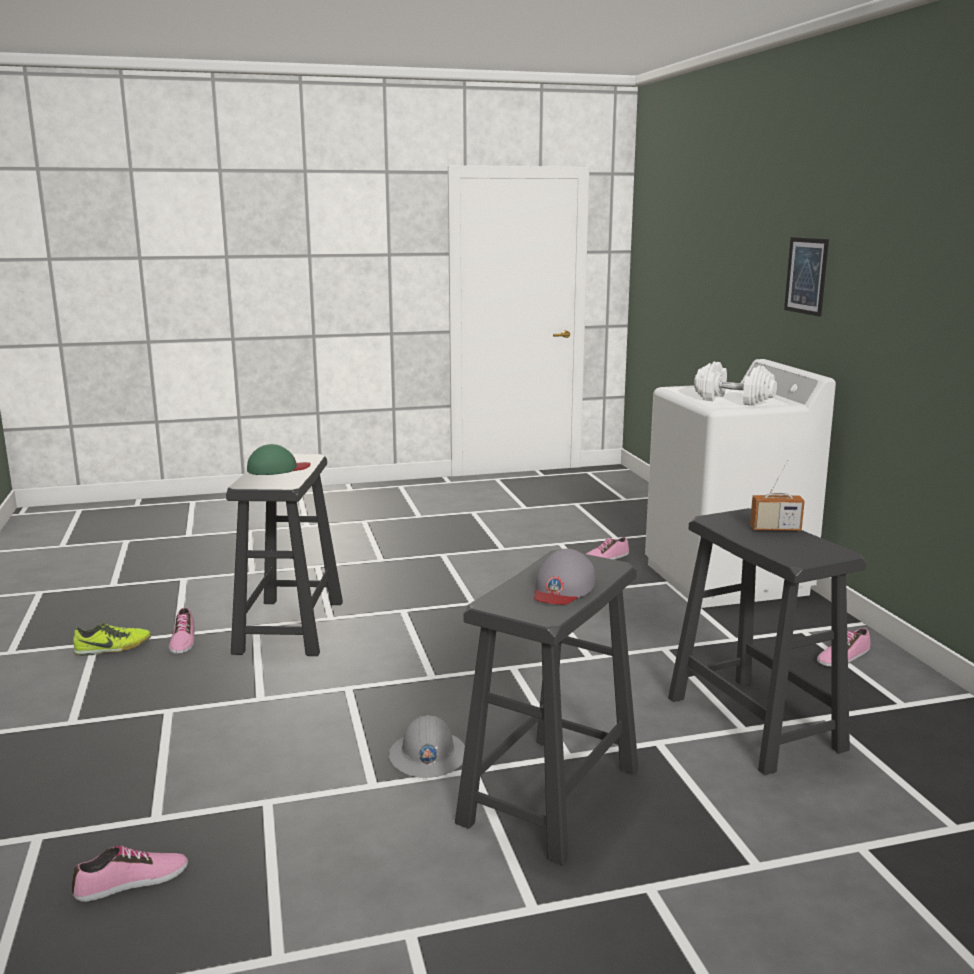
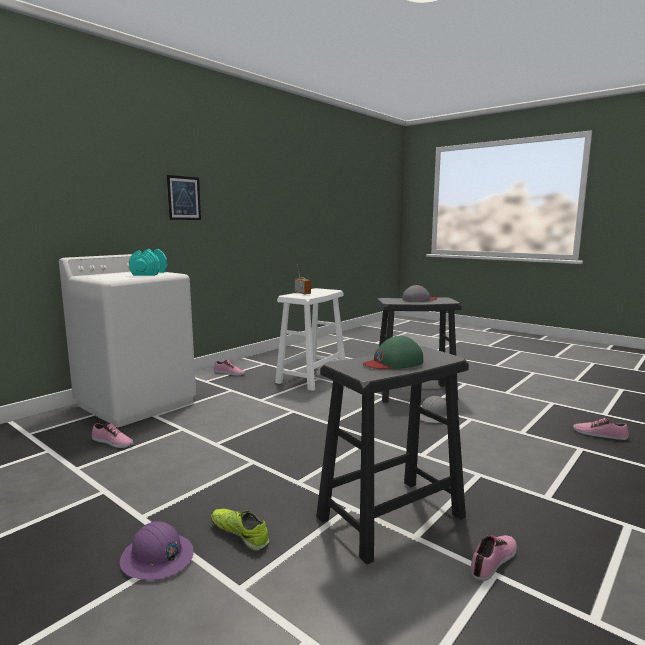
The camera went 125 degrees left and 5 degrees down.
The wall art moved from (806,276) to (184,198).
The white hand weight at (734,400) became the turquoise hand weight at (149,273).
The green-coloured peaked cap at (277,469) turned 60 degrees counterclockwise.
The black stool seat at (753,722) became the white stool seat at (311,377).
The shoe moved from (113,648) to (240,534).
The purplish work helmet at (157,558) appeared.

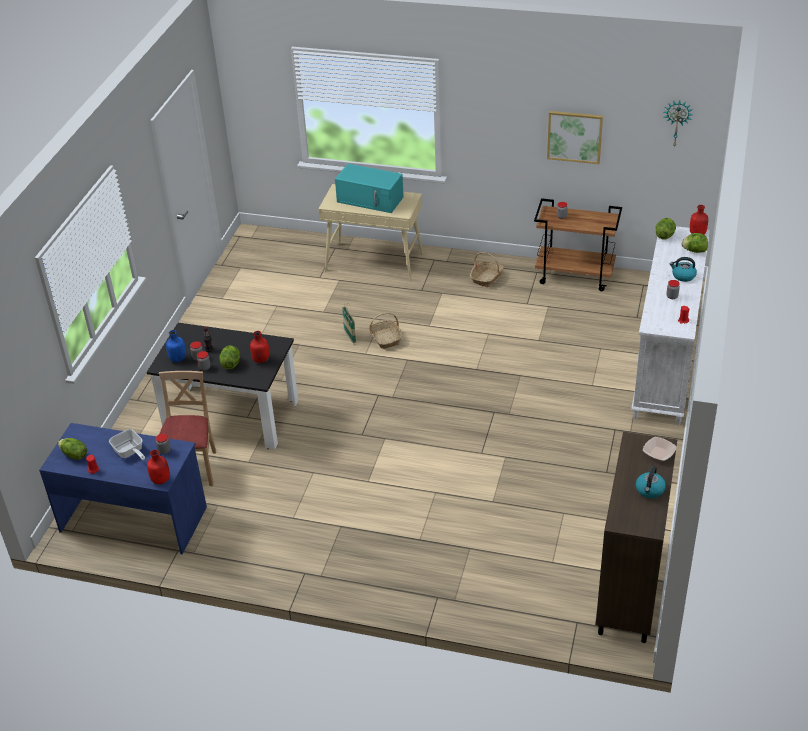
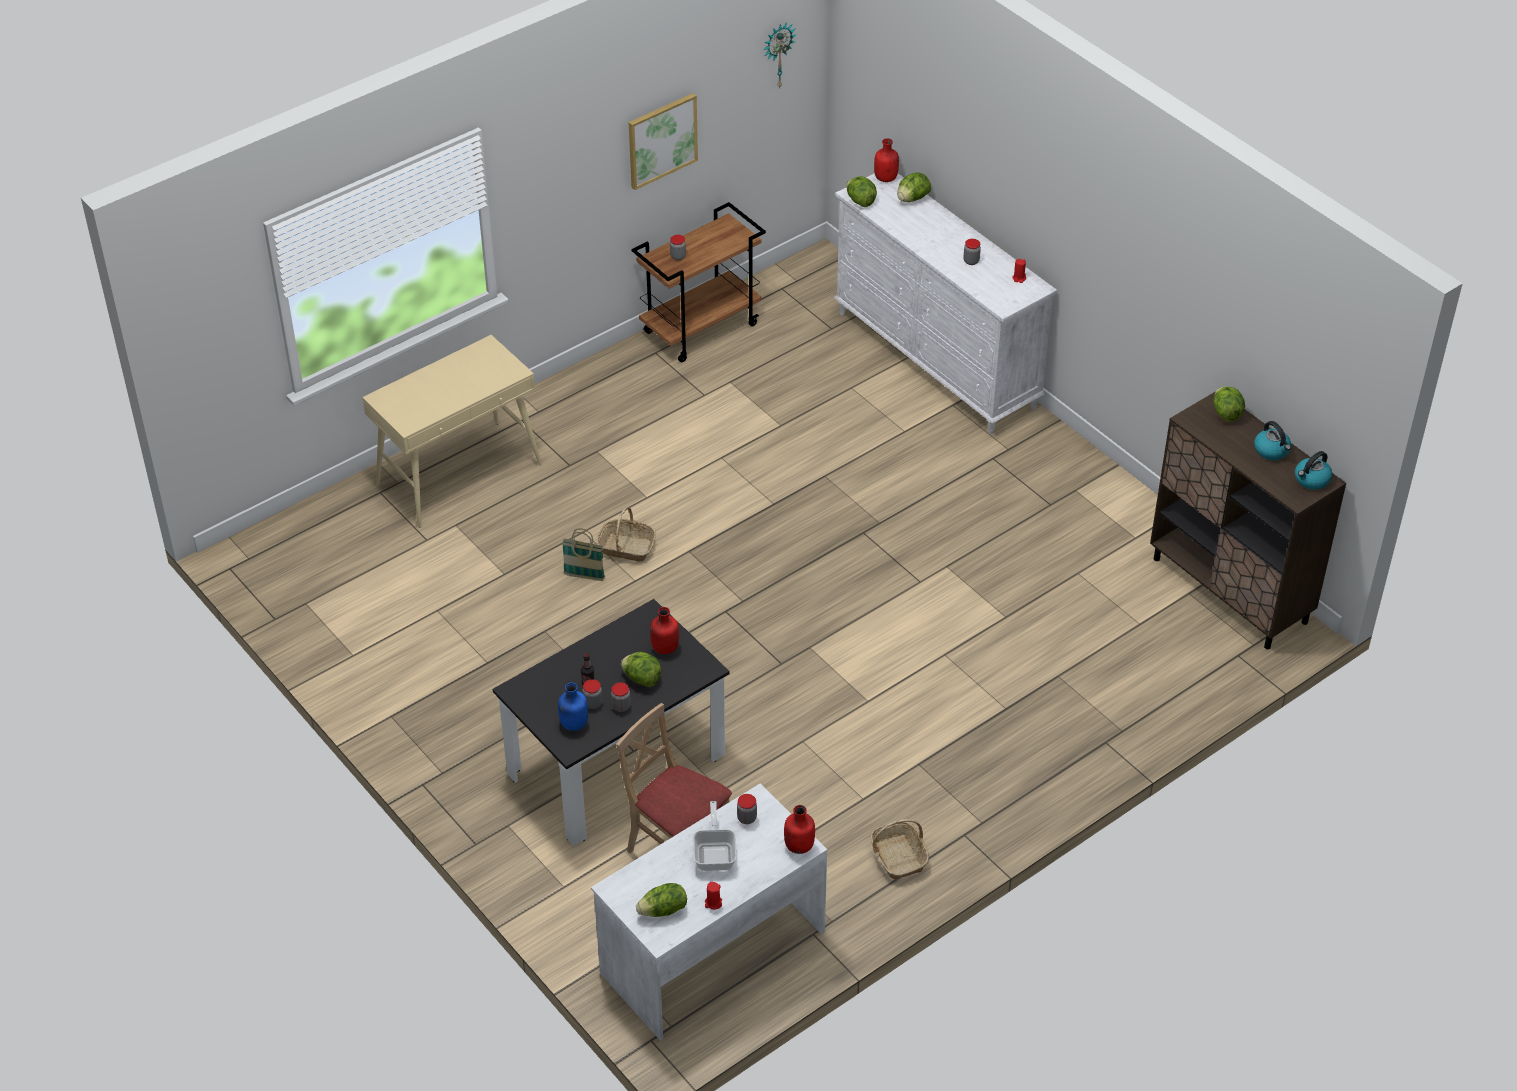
The camera went 55 degrees left and 5 degrees up.
The turquoise kitchen microwave at (371,199) disappeared.
The household basket moved from (487,278) to (898,856).
The kettle moved from (683,276) to (1311,480).
The blue desk unit at (134,518) became the white desk unit at (711,951).
The frying pan at (129,452) turned 90 degrees counterclockwise.
The deep dish at (658,453) was replaced by the lettuce at (1226,413).

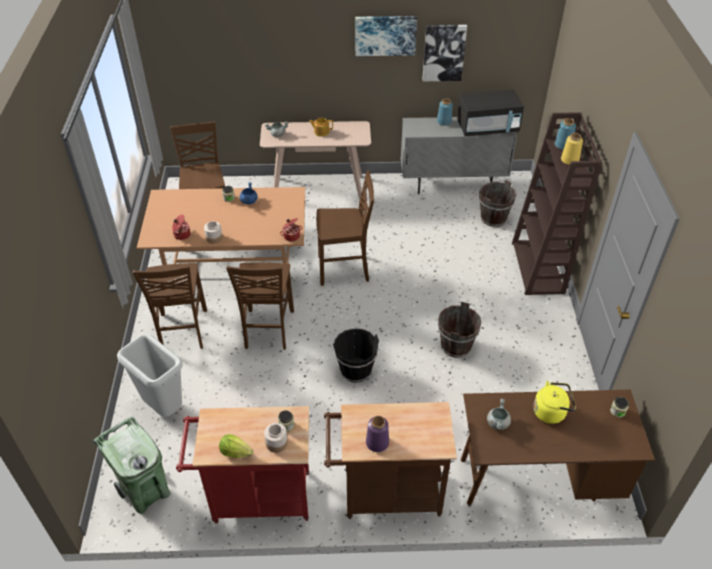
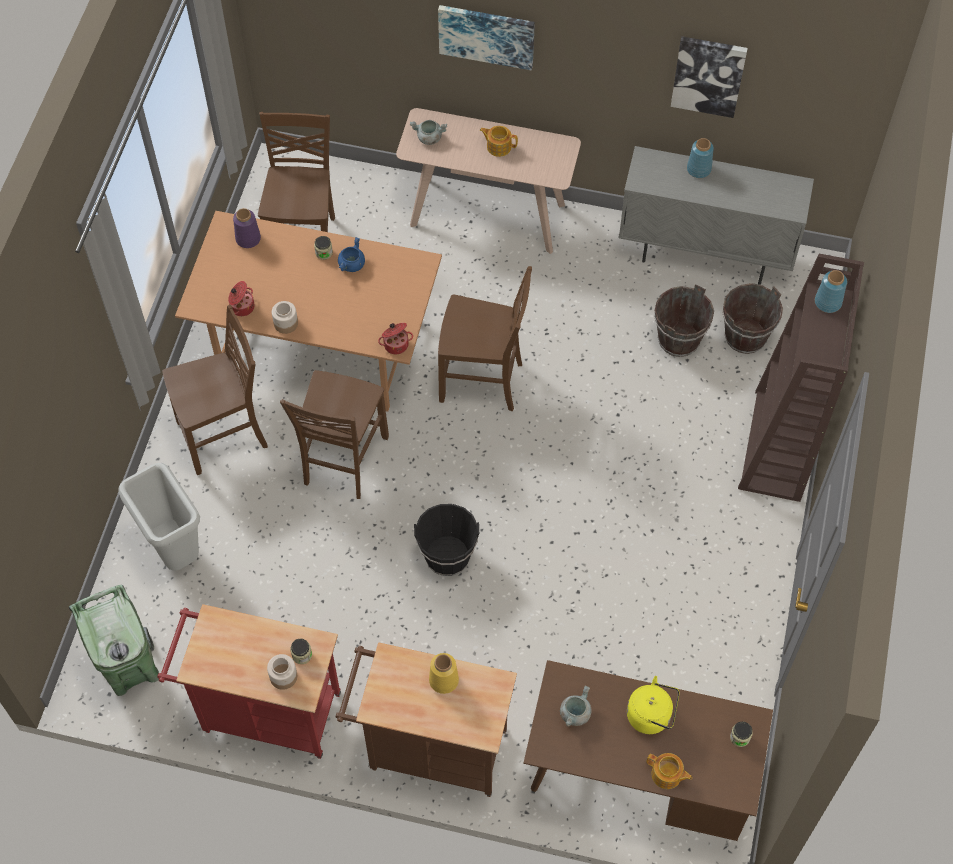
The camera went 15 degrees right and 15 degrees up.
The wall art moved from (385,35) to (486,35).
The black kitchen microwave at (487,128) disappeared.
The yellow decorative vase moved from (570,160) to (444,680).
The brown-coloured chair at (182,332) turned 120 degrees counterclockwise.
The brown-coloured pail moved from (455,346) to (678,339).
The purplish decorative vase moved from (377,442) to (247,238).
The lettuce at (235,452) disappeared.
The tea pot at (667,775) appeared.

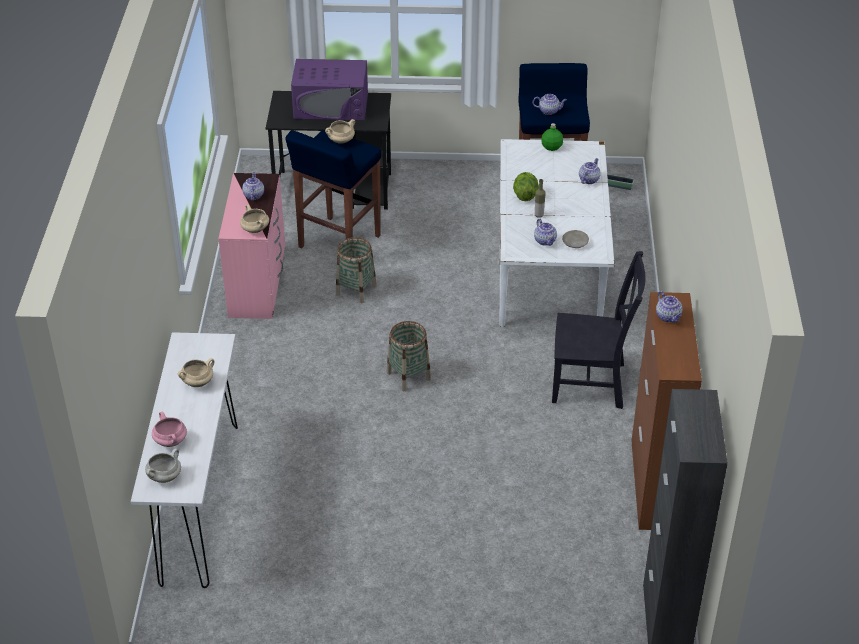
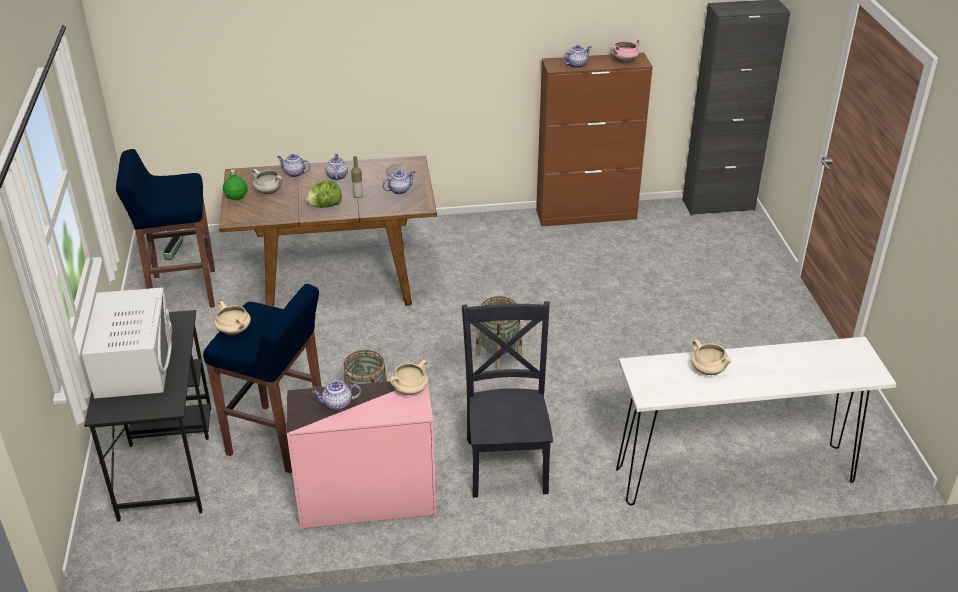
The camera went 100 degrees left and 5 degrees down.
The purplish kitchen microwave at (331,106) became the white kitchen microwave at (134,362).
The tea pot moved from (549,111) to (337,176).
The white kitchen table at (548,281) became the brown-coloured kitchen table at (336,281).
The black chair moved from (592,384) to (507,462).
The pinkish cooking pot moved from (171,441) to (624,61).
The white cooking pot moved from (165,476) to (268,192).

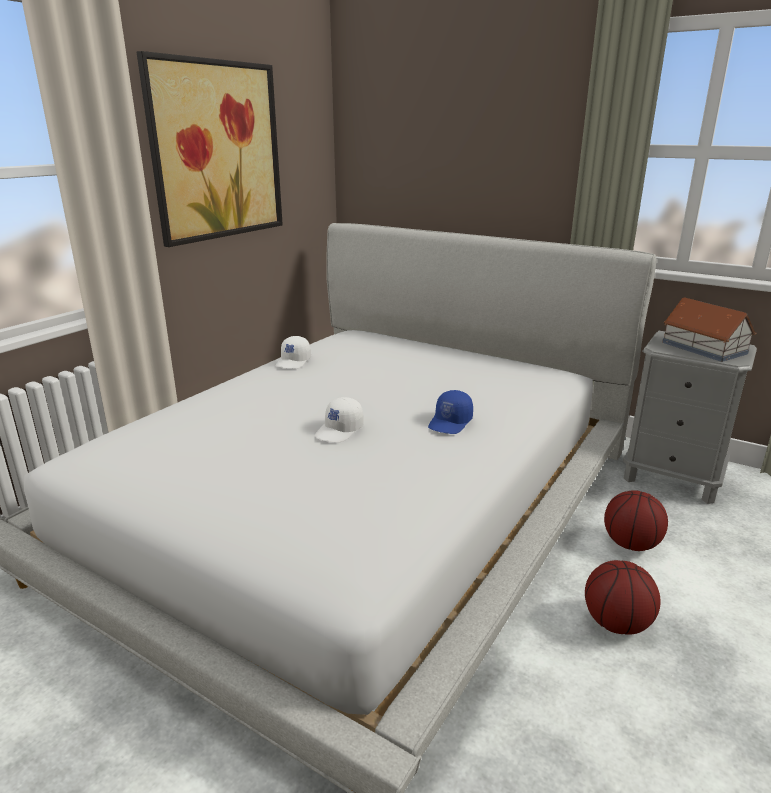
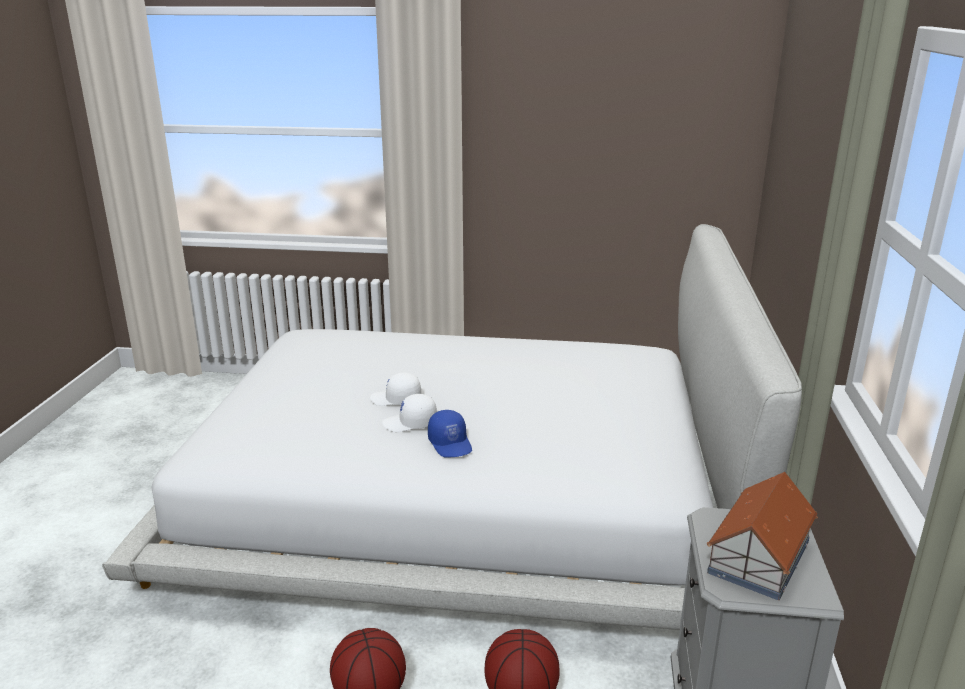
The camera went 65 degrees right and 0 degrees up.
The wall art at (217,151) disappeared.
The white peaked cap moved from (293,362) to (410,423).
The blue peaked cap at (451,423) turned 120 degrees counterclockwise.

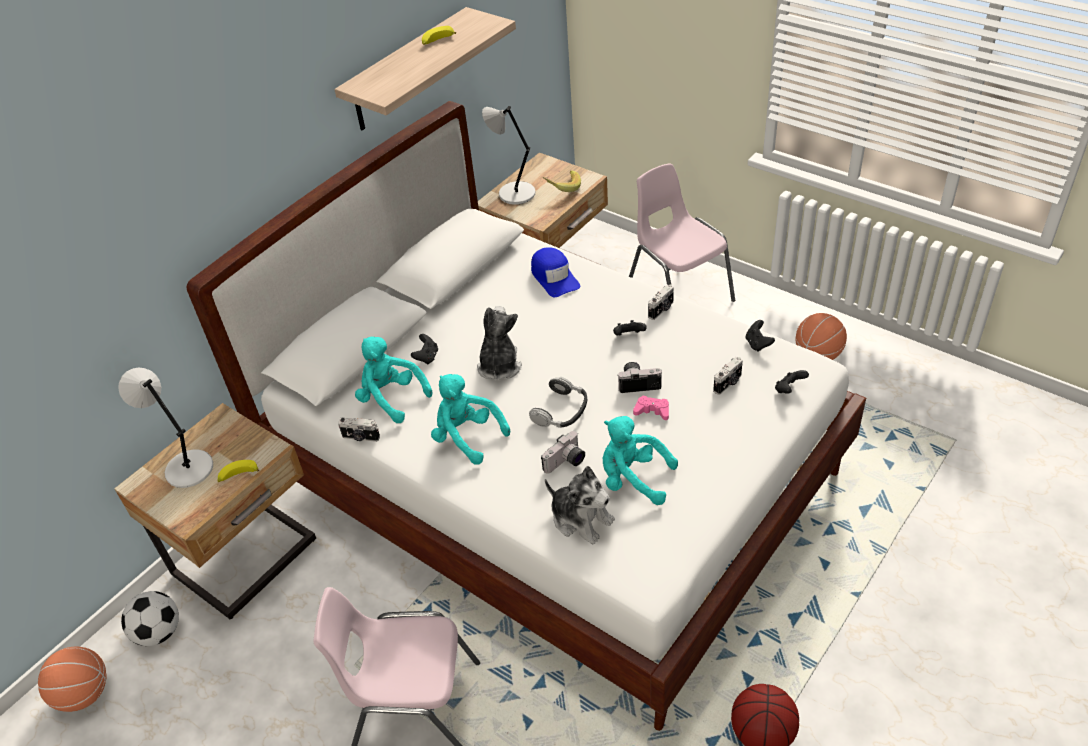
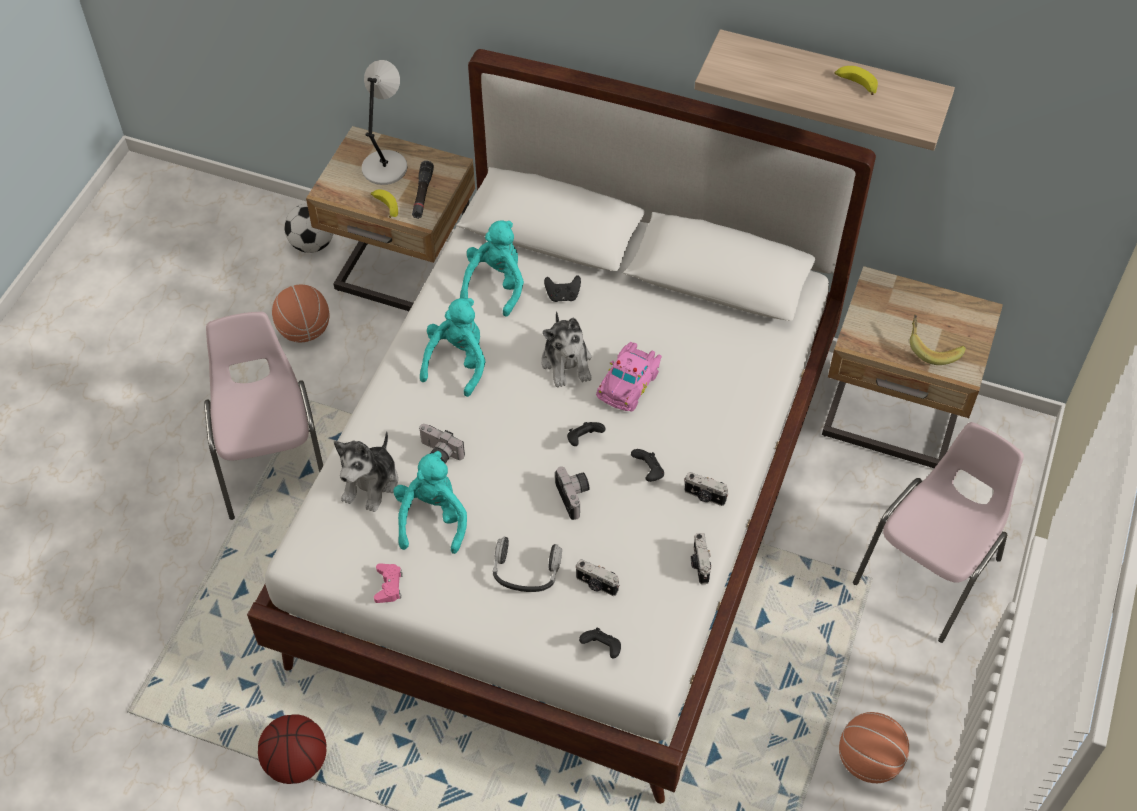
The camera went 70 degrees right and 10 degrees up.
The greyish table lamp at (514,194) disappeared.
The blue peaked cap at (554,277) disappeared.
The plush toy at (499,366) turned 90 degrees clockwise.
The black game controller moved from (758,344) to (584,439).
The pair of headphones moved from (561,410) to (526,571).
The pinkish game controller moved from (652,411) to (388,585).
The photo camera moved from (360,437) to (699,565).
The basketball ball moved from (84,693) to (304,330).
The black flashlight at (422,194) appeared.
The pinkish miniature car at (629,383) appeared.

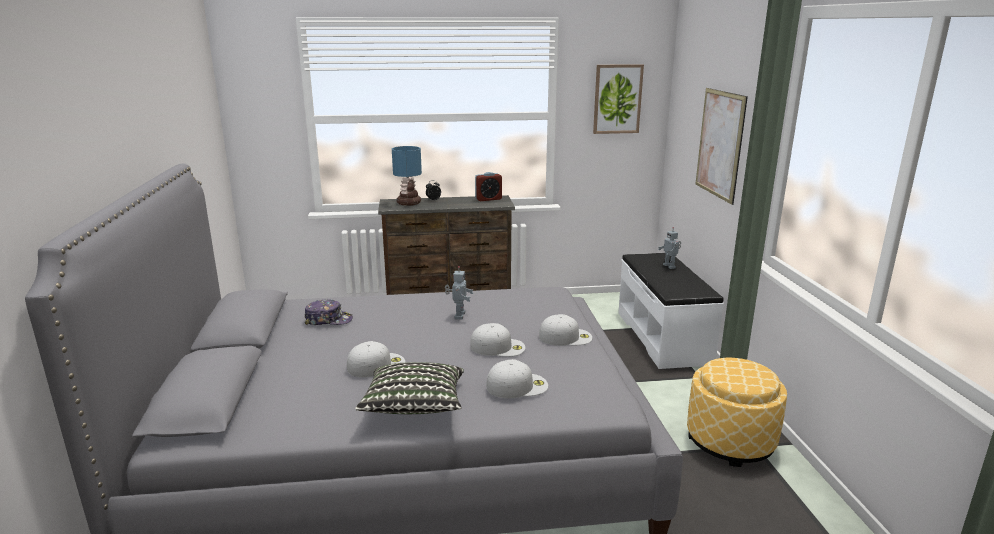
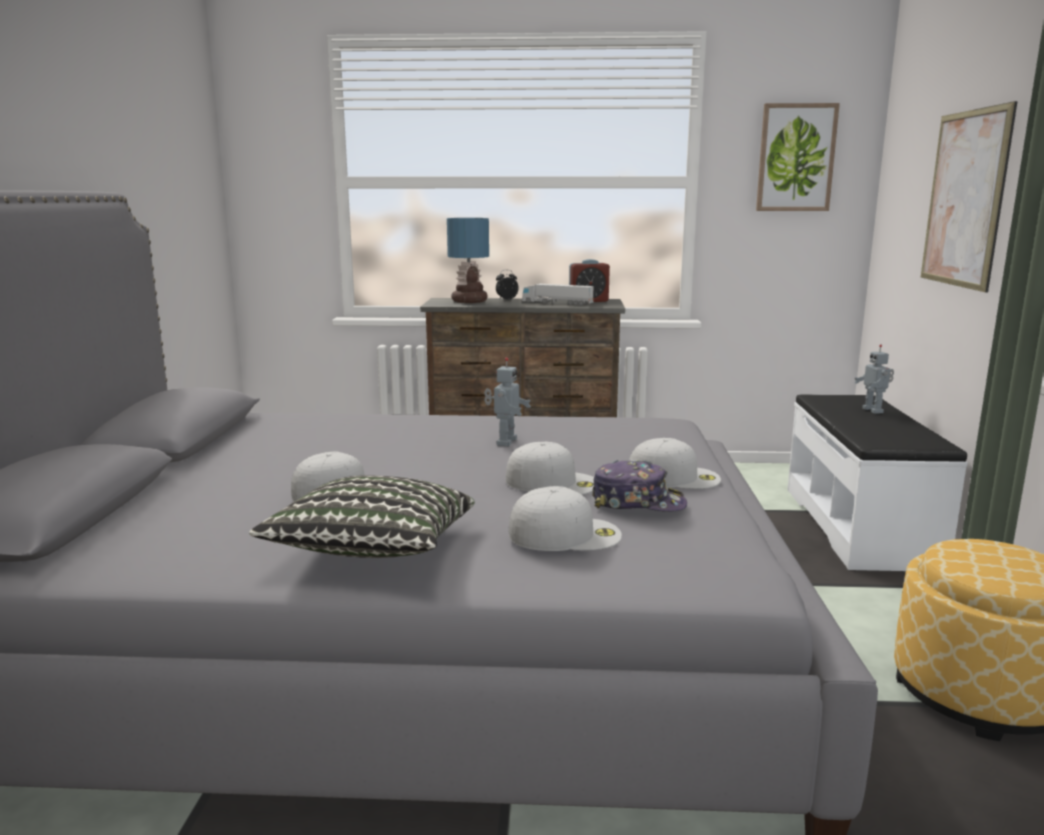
The camera went 10 degrees right and 5 degrees down.
The peaked cap moved from (328,320) to (638,502).
The model truck at (557,303) appeared.

